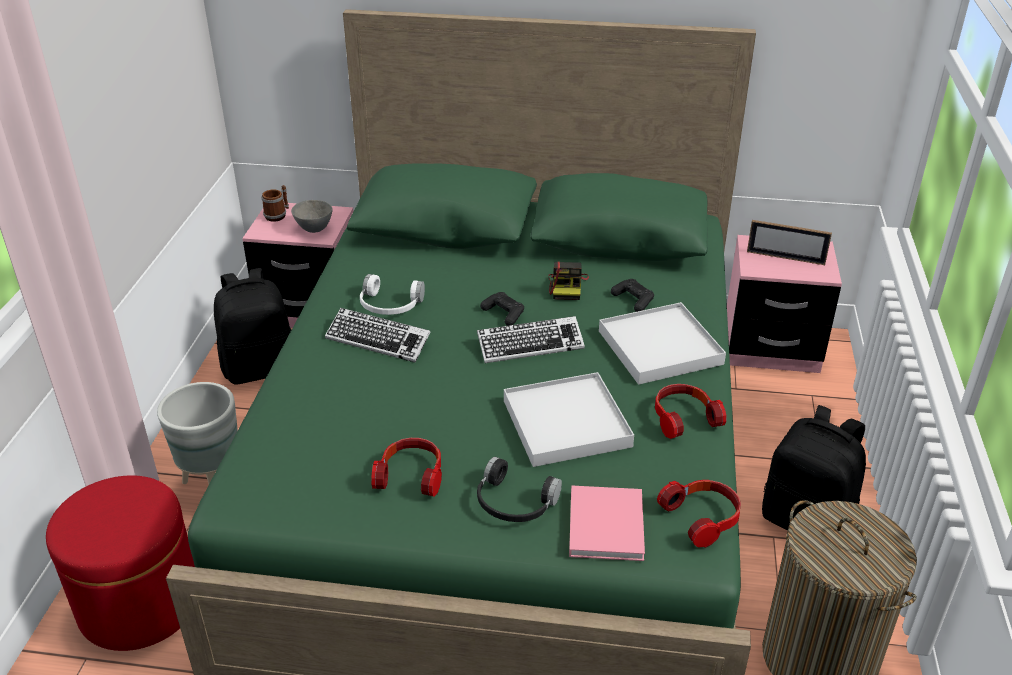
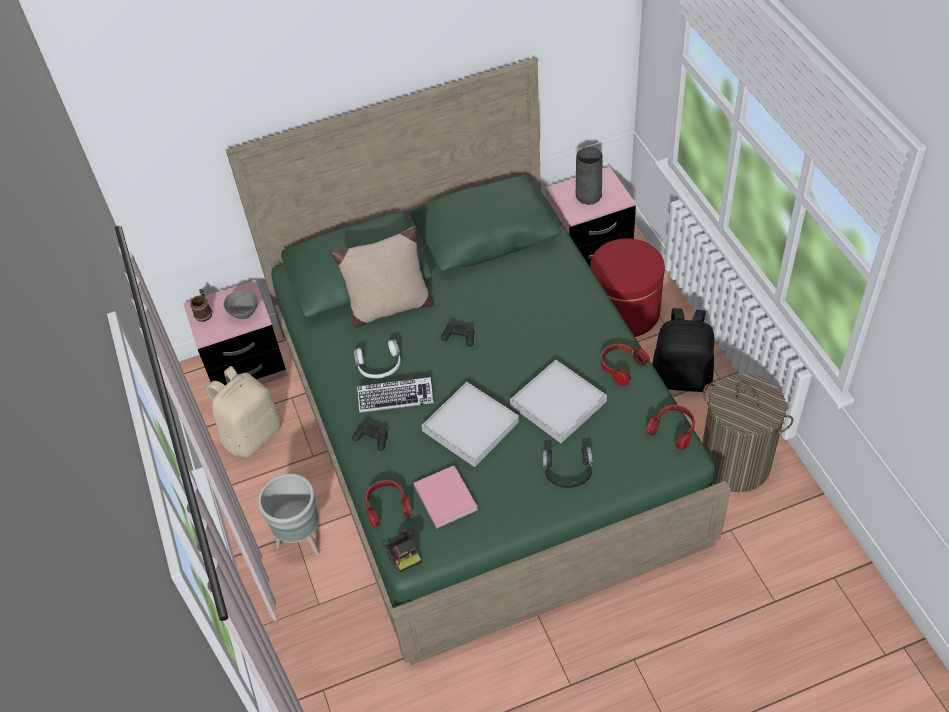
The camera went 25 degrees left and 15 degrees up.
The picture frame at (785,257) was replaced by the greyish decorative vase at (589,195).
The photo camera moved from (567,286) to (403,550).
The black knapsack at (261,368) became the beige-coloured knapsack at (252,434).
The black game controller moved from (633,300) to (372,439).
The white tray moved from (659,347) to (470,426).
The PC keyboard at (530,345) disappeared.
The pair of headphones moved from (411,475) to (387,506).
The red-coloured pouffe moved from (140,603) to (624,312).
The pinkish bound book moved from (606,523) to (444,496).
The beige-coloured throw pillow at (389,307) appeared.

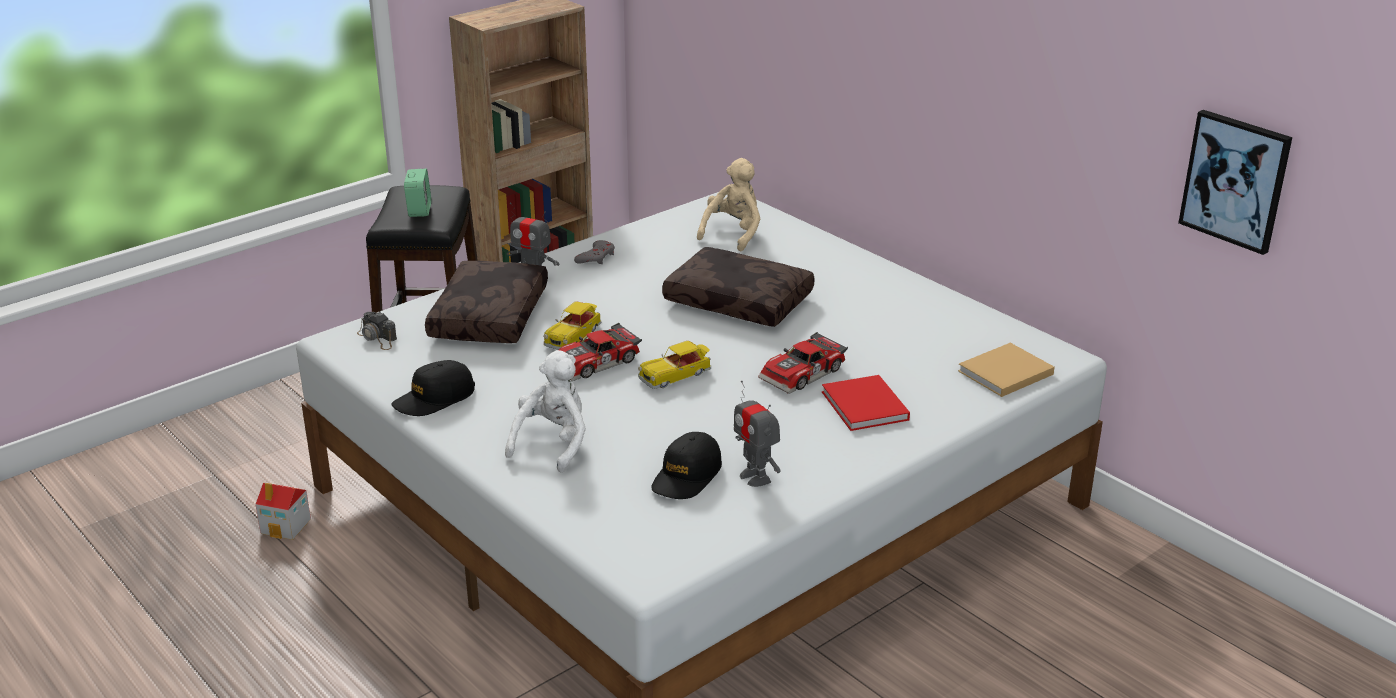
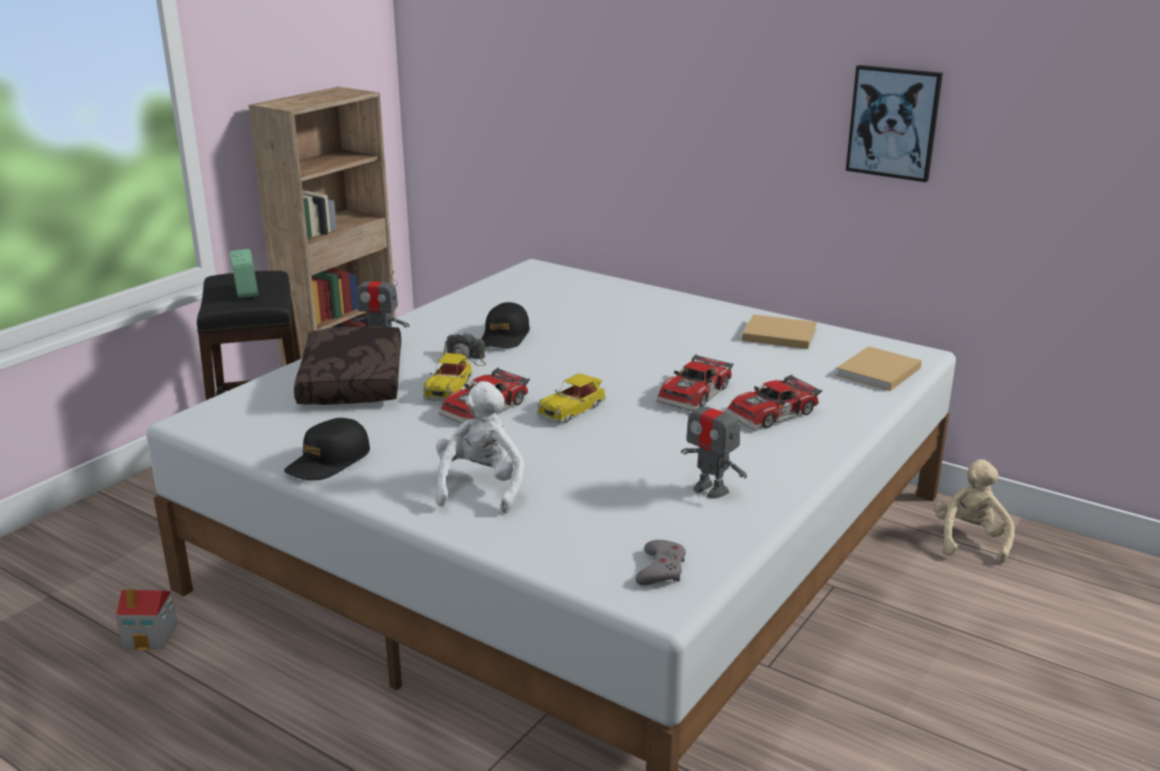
The camera went 15 degrees left and 5 degrees down.
The wall art moved from (1235,180) to (893,122).
The beige-coloured plush toy moved from (733,233) to (969,540).
The greyish game controller moved from (596,257) to (661,569).
The brown-coloured throw pillow at (740,301) disappeared.
The photo camera moved from (378,338) to (466,358).
The red-coloured bound book at (865,407) was replaced by the miniature car at (774,414).
The black peaked cap moved from (687,476) to (505,337).
The beige-coloured bound book at (777,334) appeared.

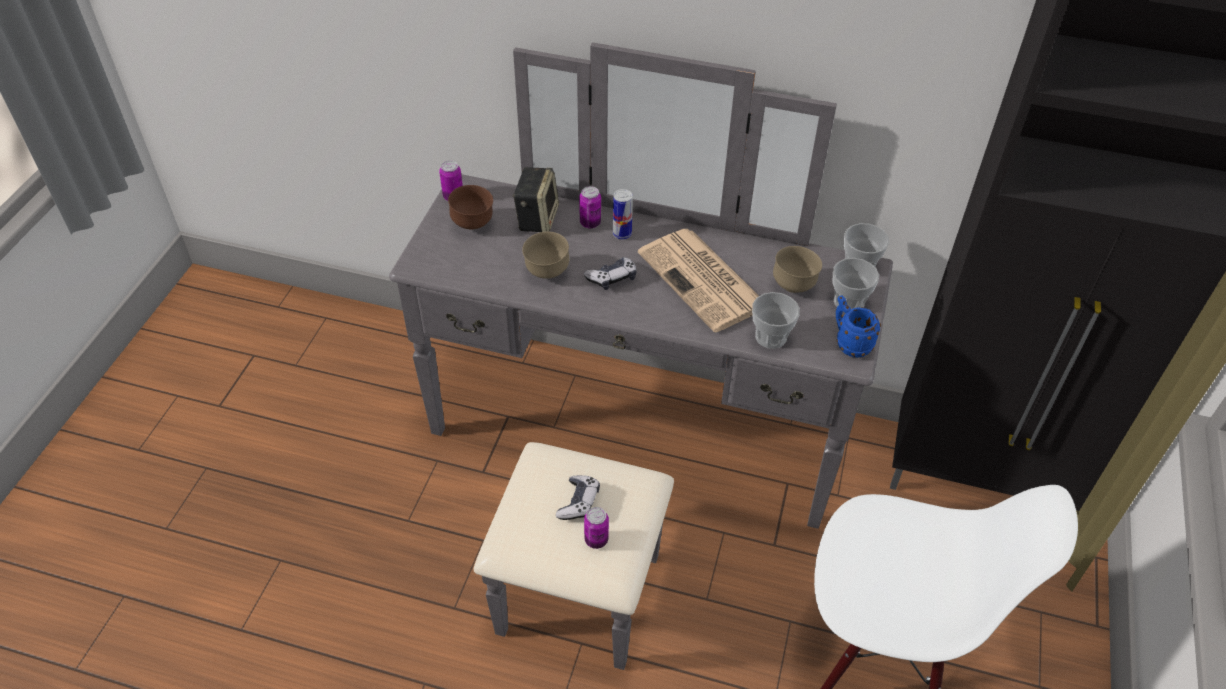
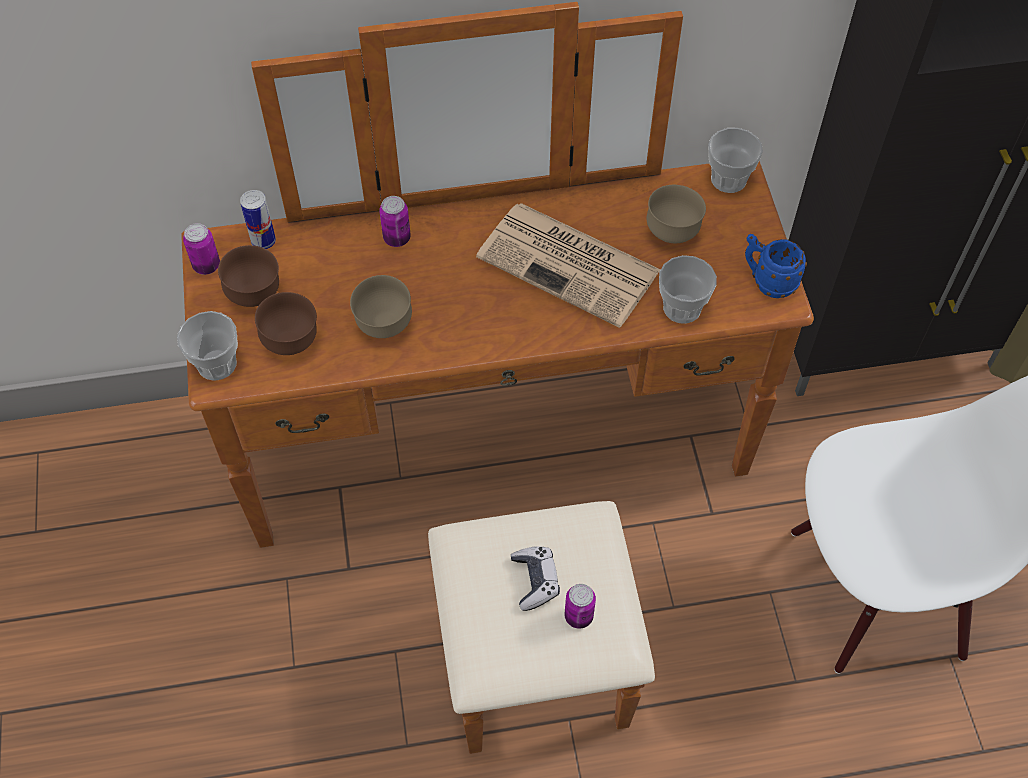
The camera went 25 degrees left and 10 degrees up.
The greyish drawer chest at (625,463) became the brown-coloured drawer chest at (506,487).
The loudspeaker at (536,218) disappeared.
The can moved from (622,234) to (263,241).
The game controller at (612,278) disappeared.
The drinking cup moved from (848,302) to (217,364).
The brown-coloured deep dish at (291,342) appeared.

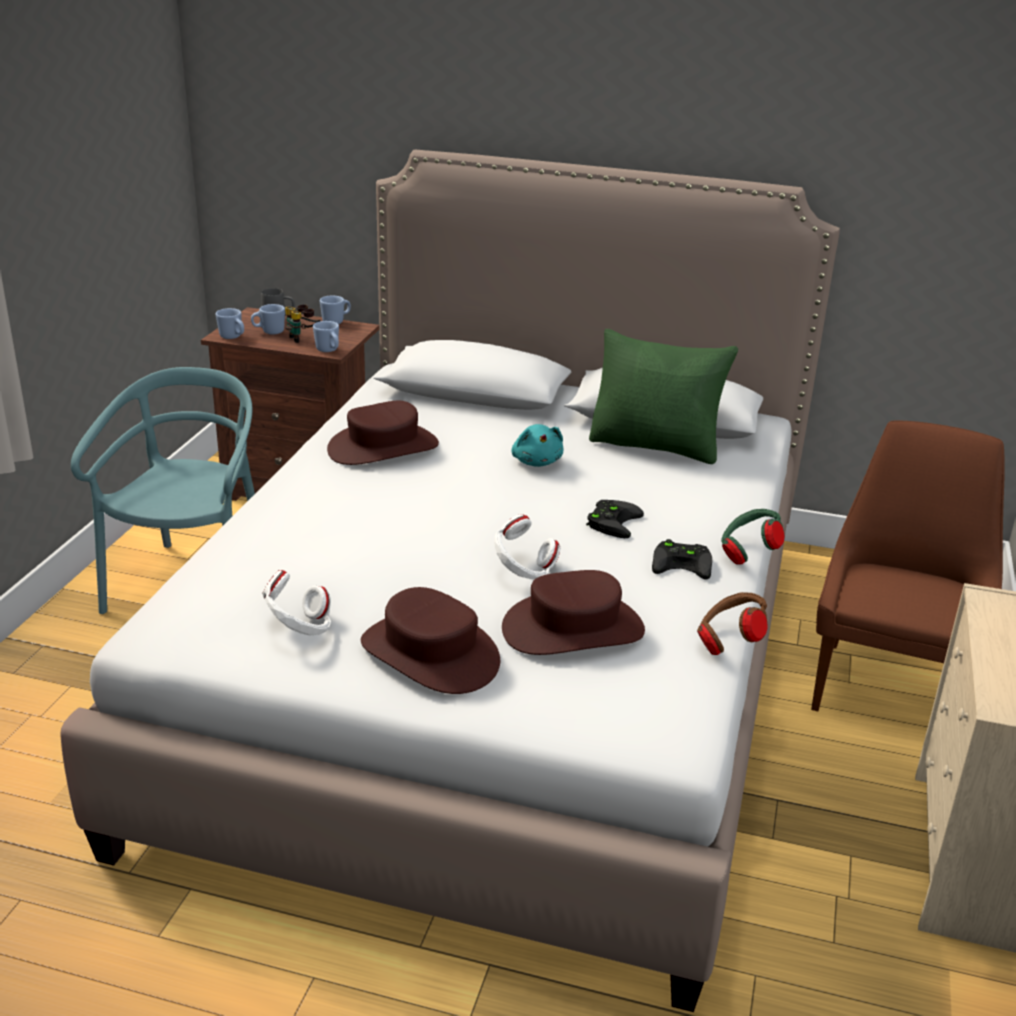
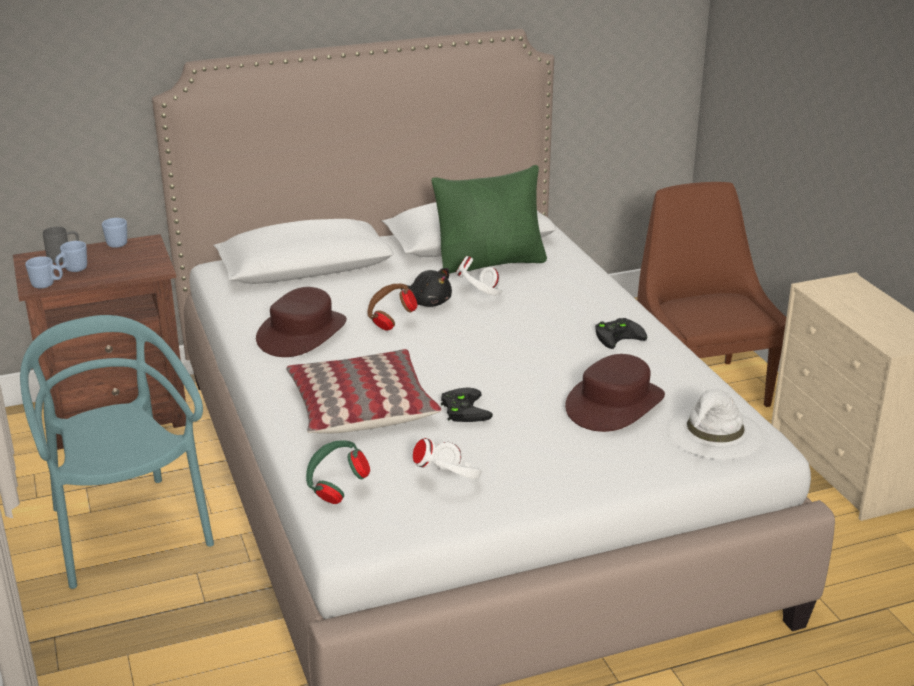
The camera went 35 degrees left and 0 degrees up.
The binoculars at (303,338) disappeared.
The blue tea mug at (329,351) disappeared.
The turquoise plush toy at (537,461) became the black plush toy at (428,302).
The black game controller moved from (612,521) to (462,409).
The green-coloured pair of headphones moved from (748,553) to (336,488).
The white pair of headphones moved from (523,571) to (480,295).
The brown-coloured wearable hat at (430,653) disappeared.
The brown-coloured pair of headphones moved from (729,642) to (390,321).
The throw pillow at (361,407) appeared.
The white wearable hat at (714,433) appeared.

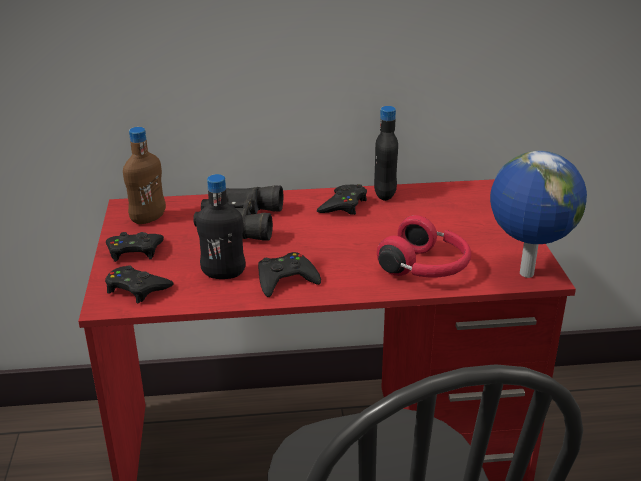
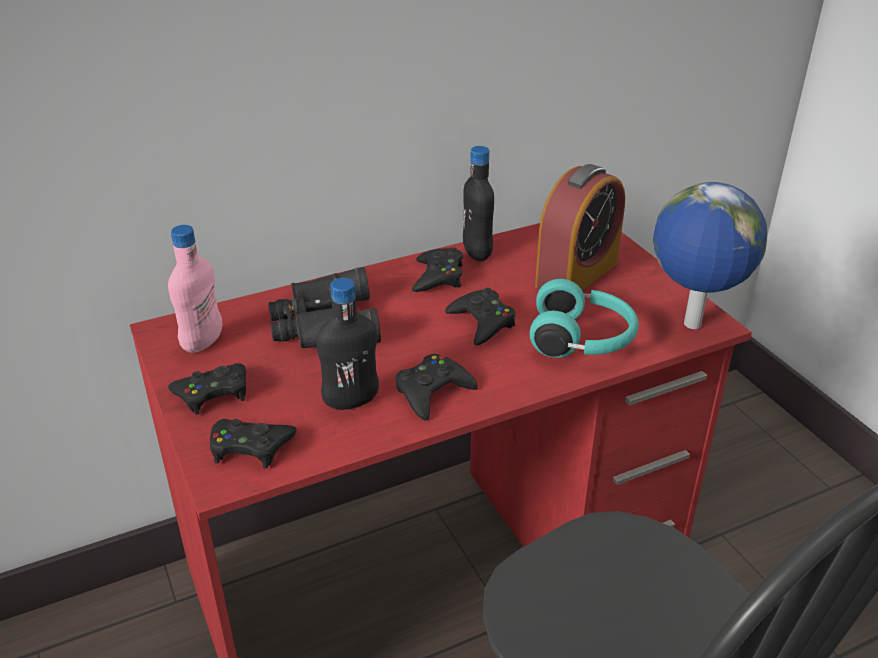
The camera went 20 degrees left and 5 degrees up.
The brown-coloured drink bottle at (148,219) became the pinkish drink bottle at (202,342).
The red-coloured pair of headphones at (426,268) became the turquoise pair of headphones at (583,340).
The table clock at (577,274) appeared.
The black game controller at (482,322) appeared.

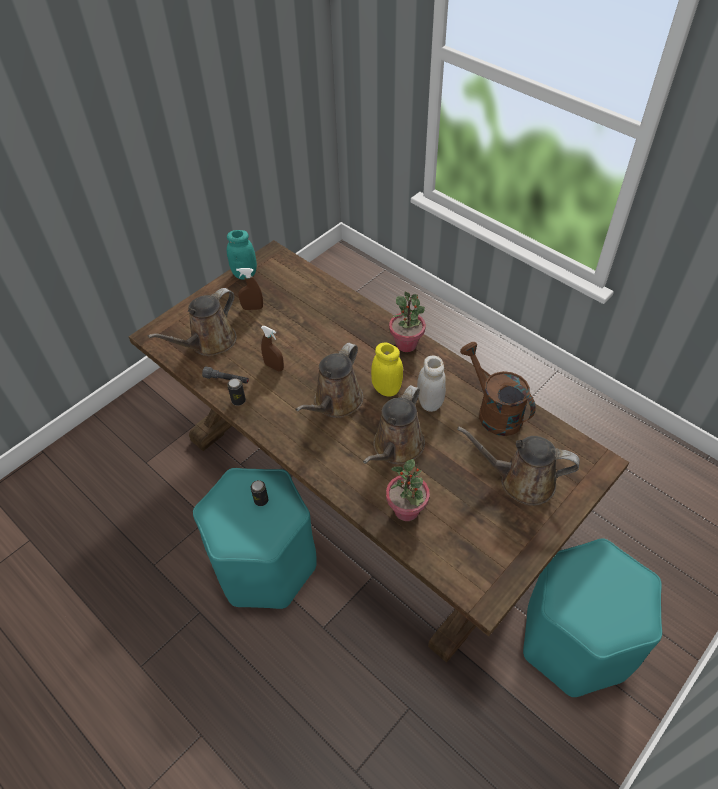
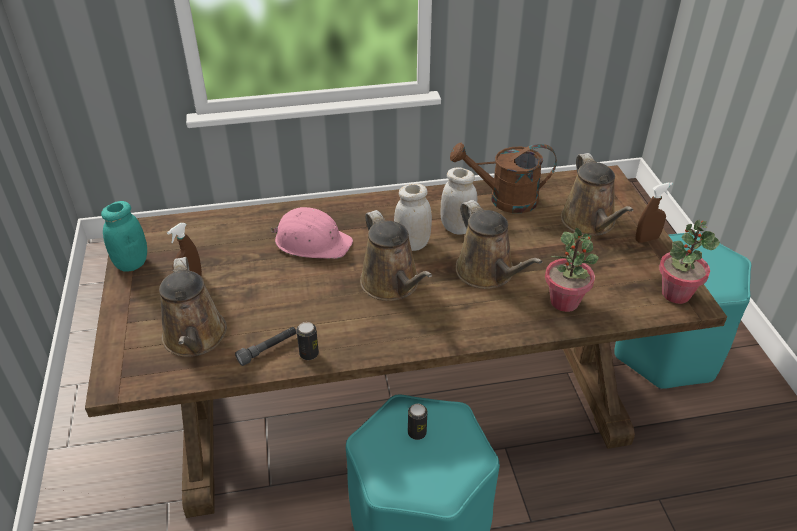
The camera went 55 degrees left and 10 degrees down.
The plant in a pot moved from (406,344) to (675,293).
The brown-coloured sprayer moved from (274,366) to (647,239).
The yellow storage jar at (386,389) became the white storage jar at (412,244).
The brown-coloured watering pot at (521,481) turned 60 degrees counterclockwise.
The pinkish work helmet at (312,241) appeared.

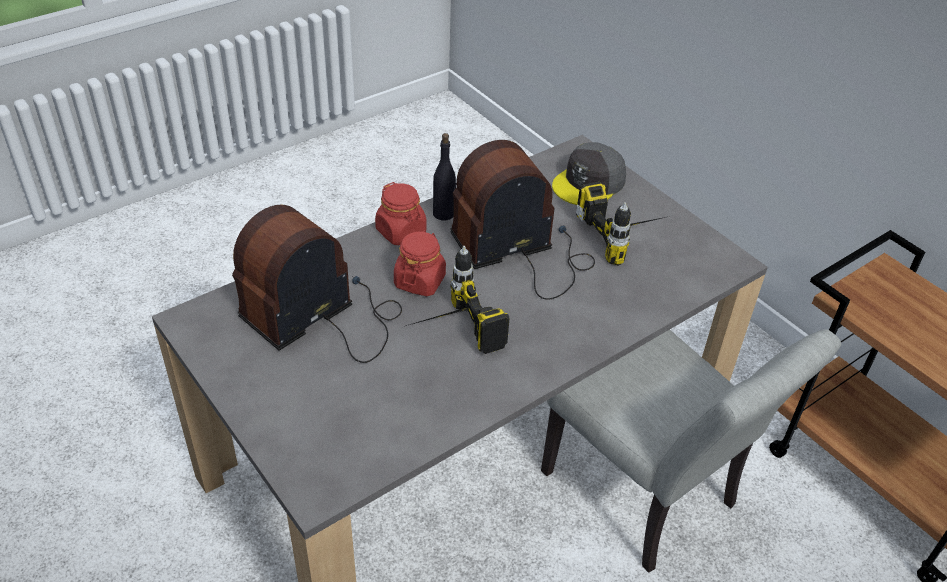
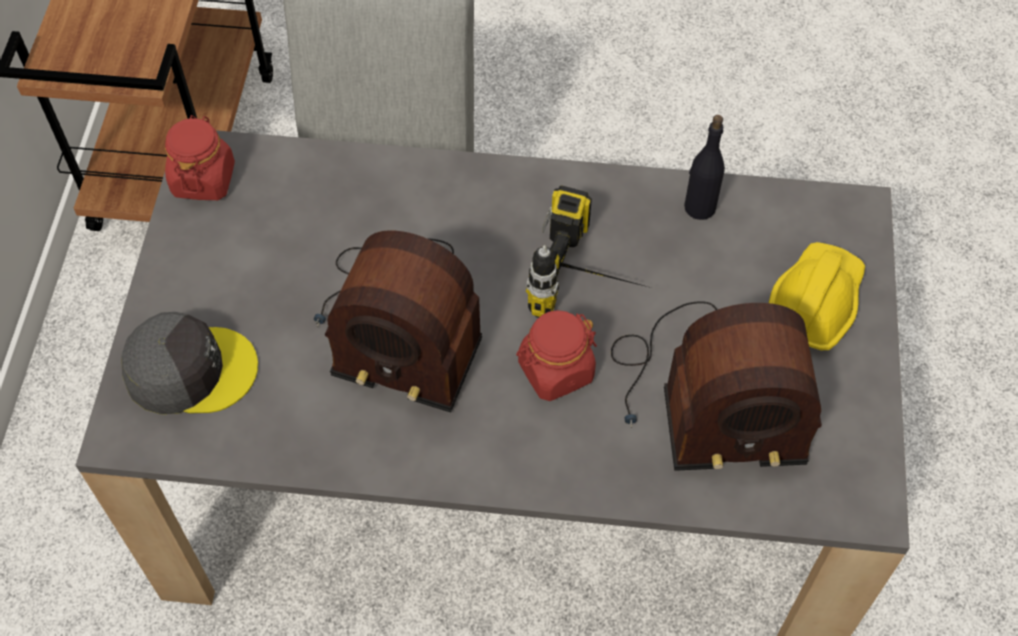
The camera went 135 degrees left and 15 degrees up.
The black drink bottle moved from (444,214) to (699,207).
The power drill at (627,237) disappeared.
The red-coloured storage jar moved from (401,232) to (203,179).
The yellow work helmet at (814,303) appeared.

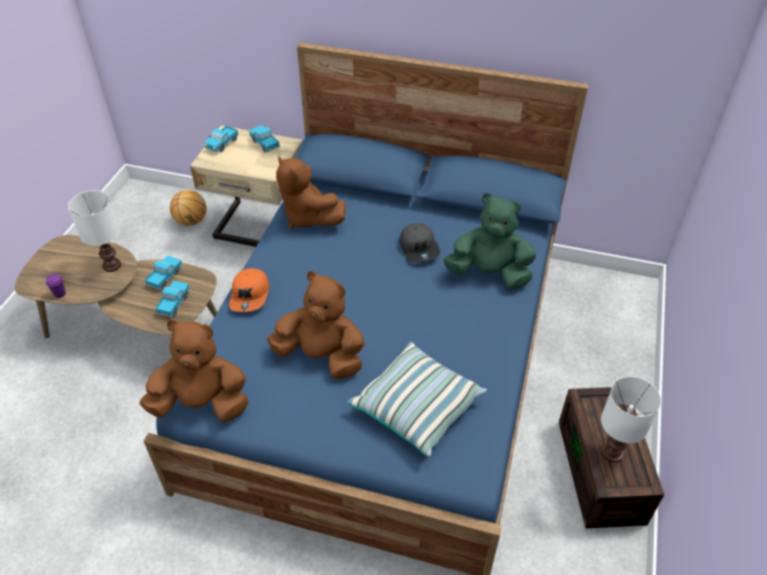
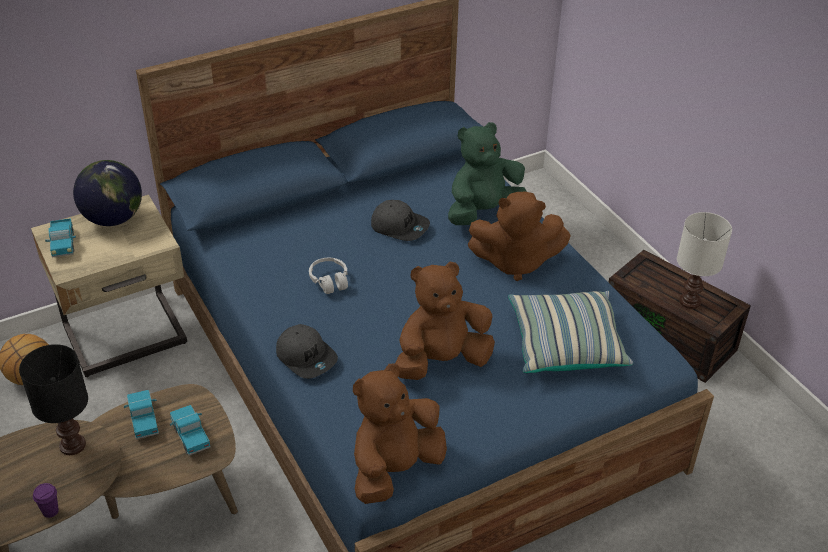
The camera went 45 degrees left and 5 degrees down.
The model truck at (264,144) was replaced by the world globe at (113,219).
The brown-coloured plush toy moved from (308,217) to (515,262).
The white table lamp at (112,265) became the black table lamp at (72,445).
The orange peaked cap at (250,295) became the greyish peaked cap at (307,357).
The white pair of headphones at (329,281) appeared.

